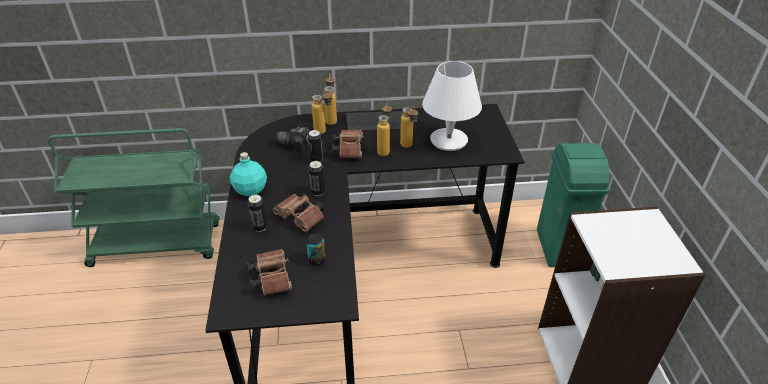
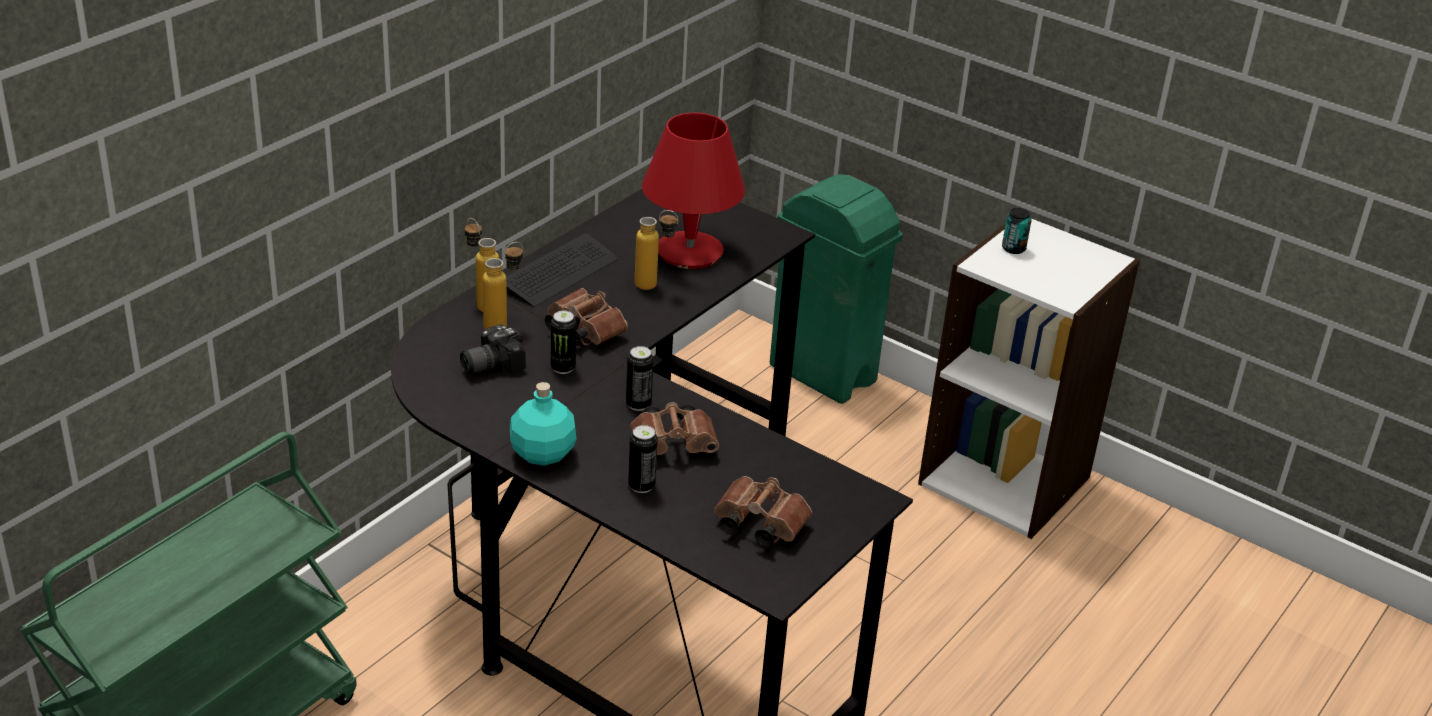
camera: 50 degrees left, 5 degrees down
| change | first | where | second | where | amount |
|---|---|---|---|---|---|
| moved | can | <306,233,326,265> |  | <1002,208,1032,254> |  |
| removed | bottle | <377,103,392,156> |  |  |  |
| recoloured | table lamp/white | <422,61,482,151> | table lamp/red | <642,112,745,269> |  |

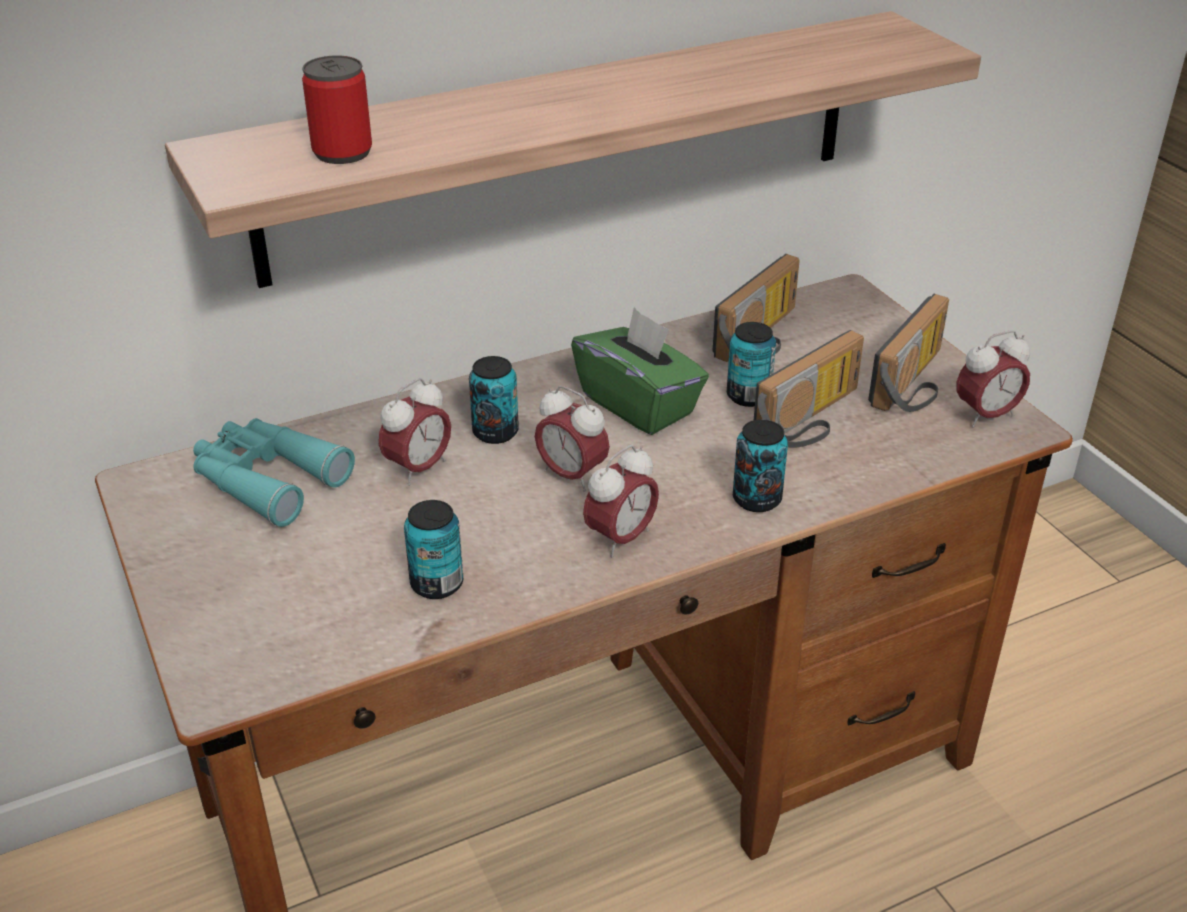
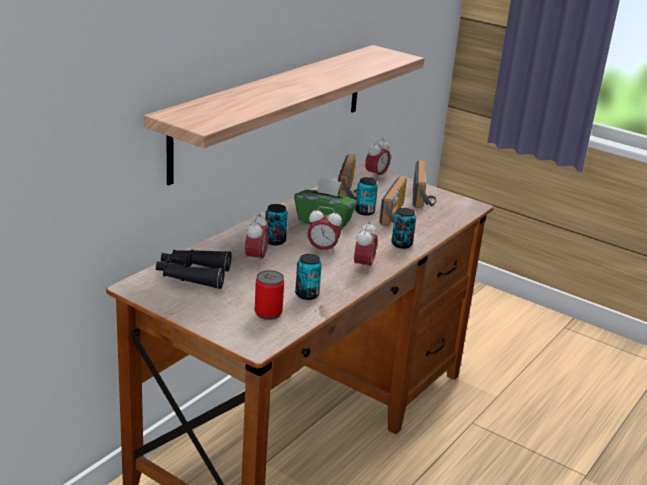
camera: 30 degrees left, 10 degrees down
| change | first | where | second | where | amount |
|---|---|---|---|---|---|
| recoloured | binoculars/turquoise | <193,418,355,527> | binoculars/black | <156,250,231,289> |  |
| moved | can | <302,55,372,164> |  | <255,270,284,320> |  |
| moved | alarm clock | <956,330,1030,428> |  | <365,138,391,179> |  |

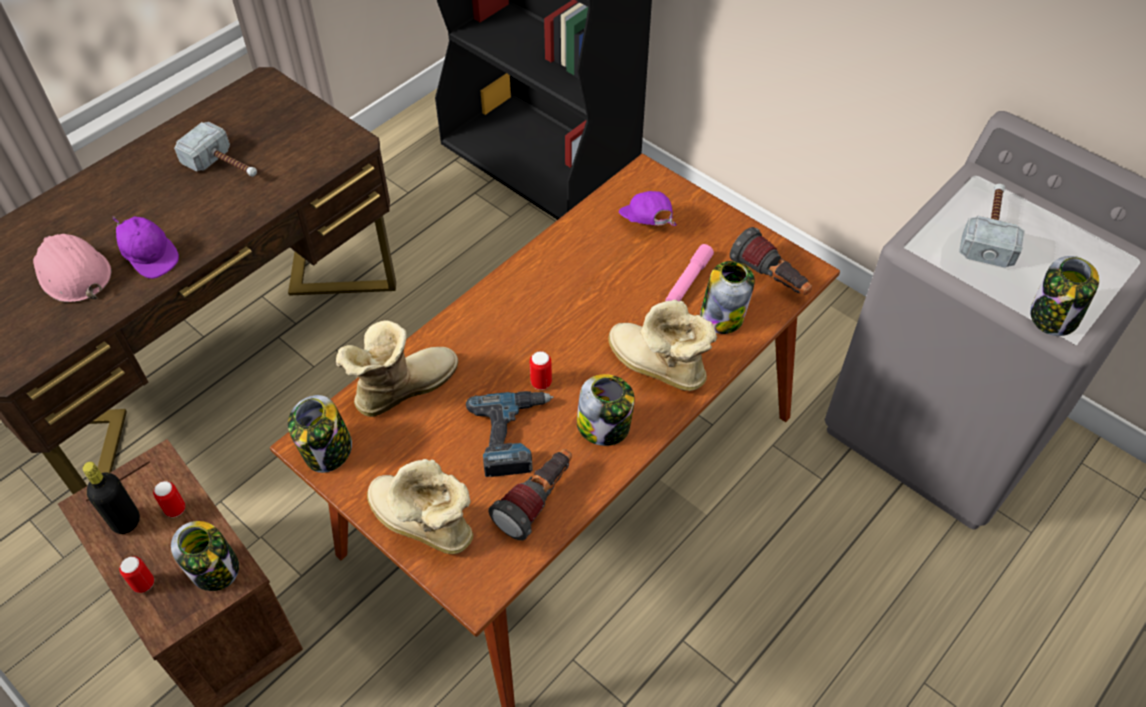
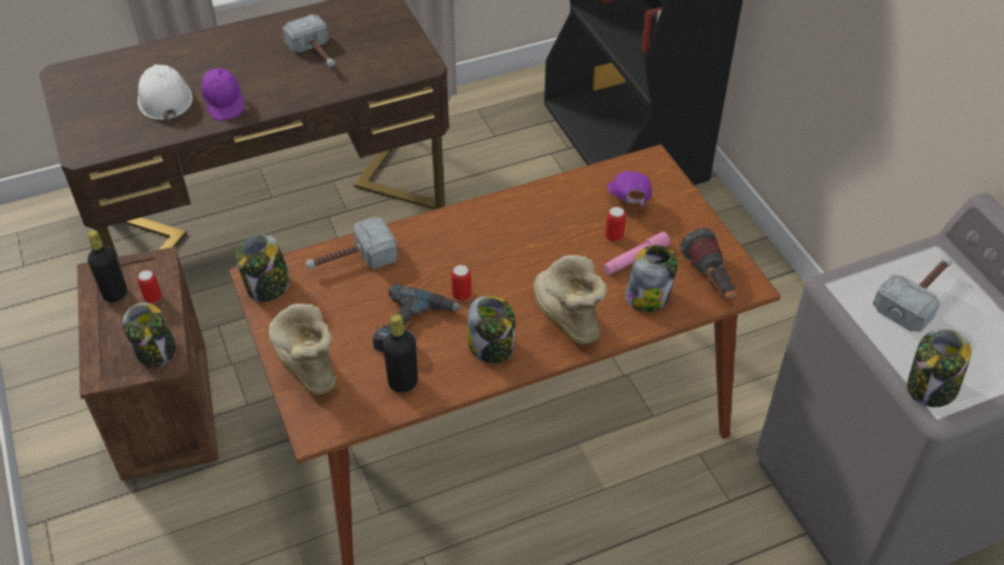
camera: 25 degrees right, 5 degrees down
| change | first | where | second | where | amount |
|---|---|---|---|---|---|
| recoloured | hard hat/pink | <33,234,111,302> | hard hat/white | <138,64,193,122> |  |
| moved | can | <119,556,154,593> |  | <605,207,626,242> |  |
| replaced | boot | <336,320,458,417> | hammer | <305,216,398,269> |  |
| replaced | flashlight | <488,449,572,541> | bottle/black | <383,314,418,392> |  |

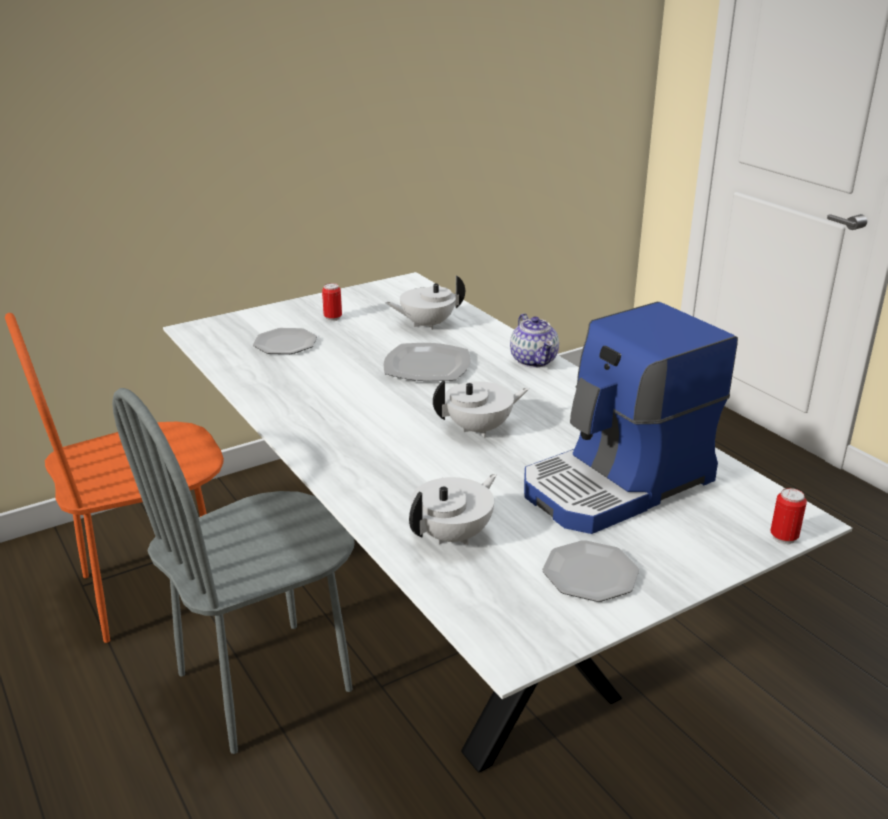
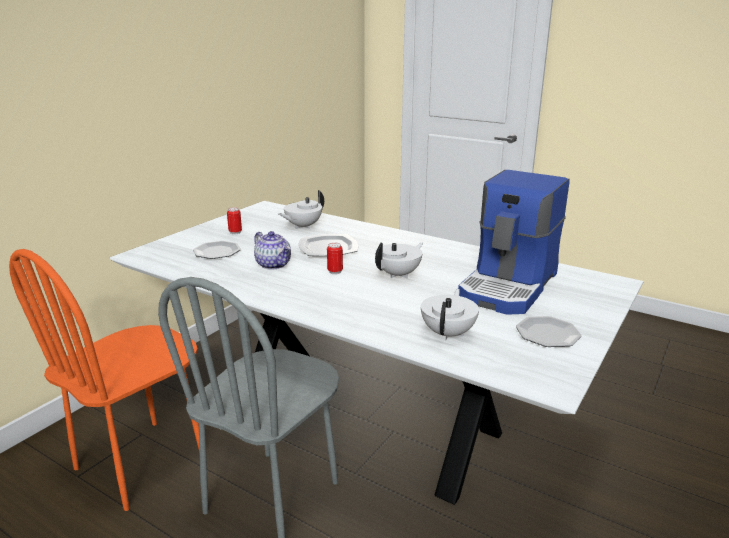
camera: 25 degrees left, 5 degrees down
| change | first | where | second | where | amount |
|---|---|---|---|---|---|
| moved | teapot | <510,313,559,368> |  | <254,231,291,270> |  |
| moved | can | <770,488,807,544> |  | <327,243,343,275> |  |

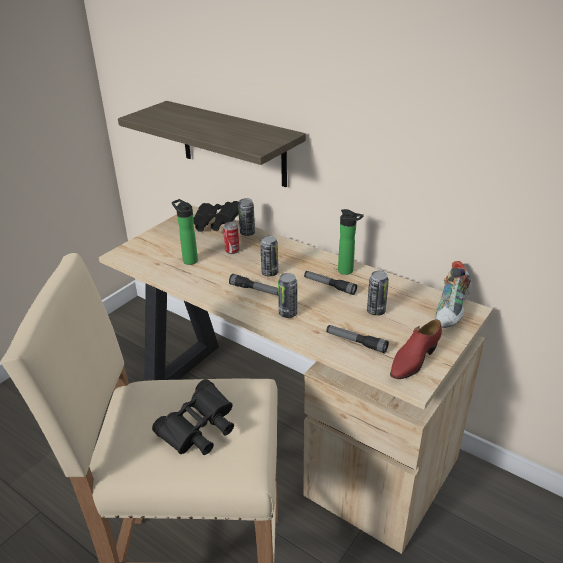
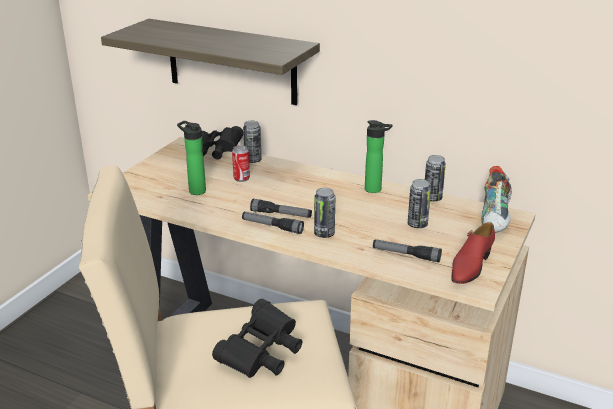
camera: 10 degrees left, 5 degrees down
| change | first | where | second | where | amount |
|---|---|---|---|---|---|
| moved | can | <260,235,278,277> |  | <425,155,446,202> |  |
| moved | flashlight | <304,271,357,295> |  | <242,212,304,234> |  |

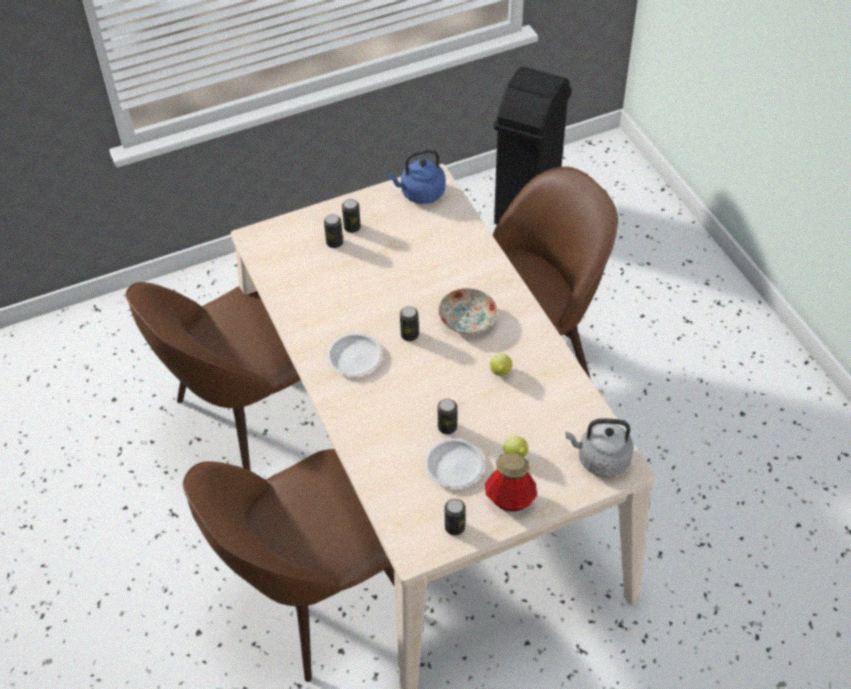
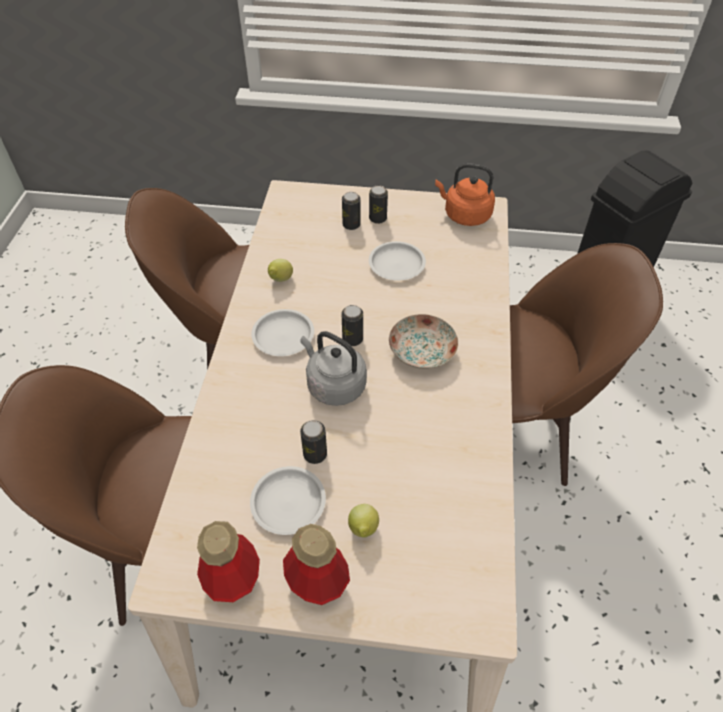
camera: 30 degrees right, 0 degrees up
| change | first | where | second | where | amount |
|---|---|---|---|---|---|
| recoloured | kettle/blue | <388,149,445,204> | kettle/orange | <435,163,495,226> |  |
| replaced | can | <445,499,466,535> | bottle | <197,521,260,602> |  |
| moved | lemon | <490,354,512,376> |  | <268,259,293,282> |  |
| moved | kettle/grey | <565,418,634,478> |  | <300,331,367,406> |  |
| added |  |  | plate/white | <369,241,426,281> |  |

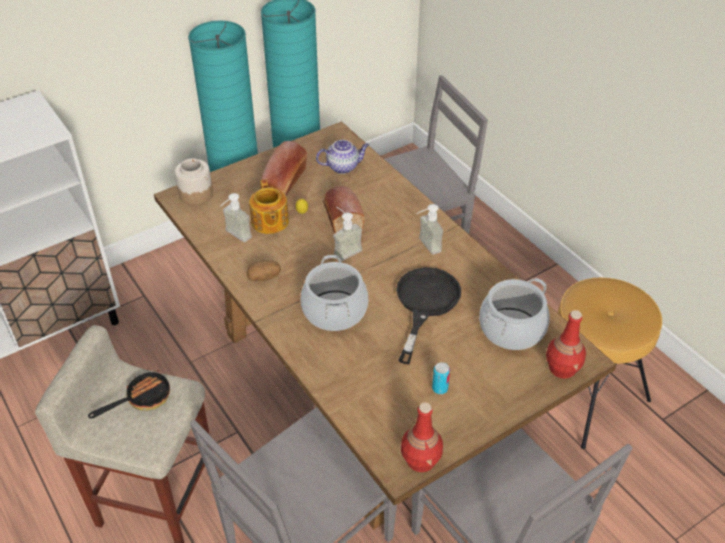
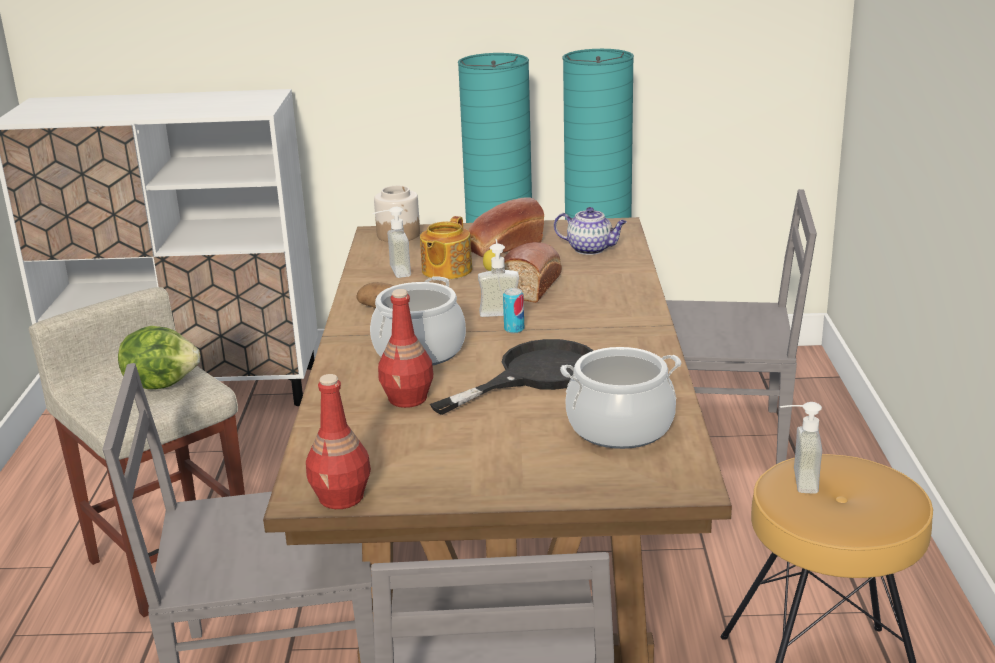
camera: 35 degrees right, 20 degrees down
| change | first | where | second | where | amount |
|---|---|---|---|---|---|
| replaced | frying pan | <88,369,170,419> | lettuce | <118,326,200,389> |  |
| moved | soap dispenser | <417,204,443,255> |  | <780,402,822,494> |  |
| moved | can | <432,362,450,394> |  | <503,288,524,333> |  |
| moved | bottle/red | <546,310,586,378> |  | <378,289,433,408> |  |

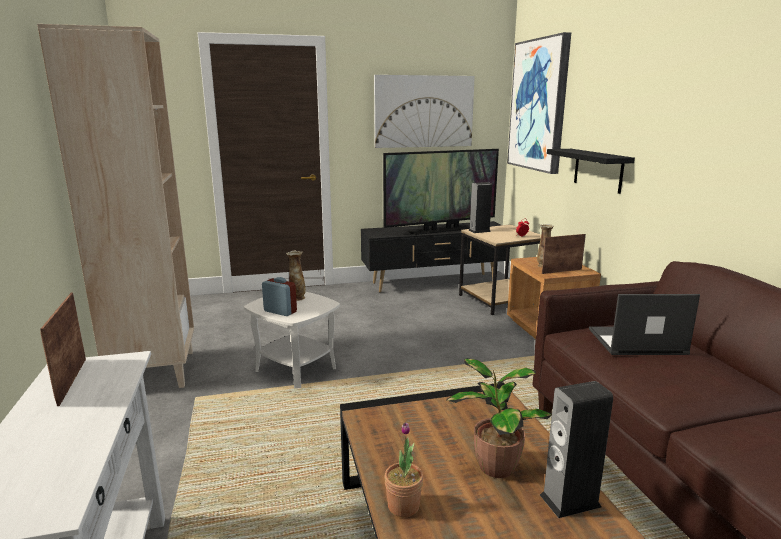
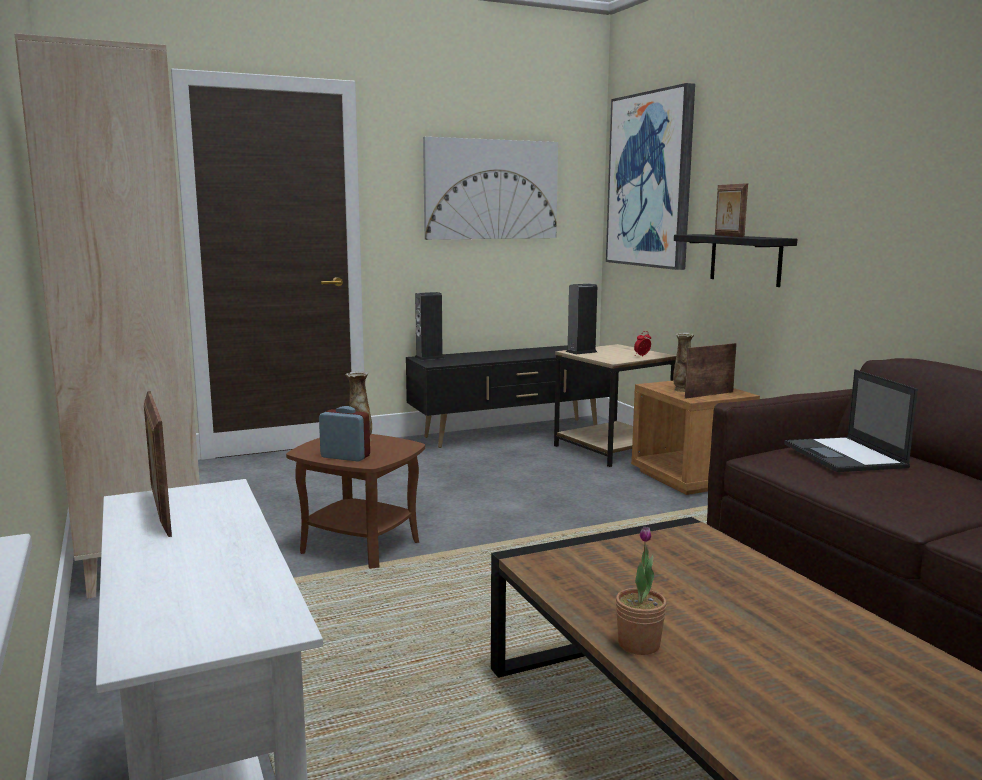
camera: 10 degrees left, 5 degrees down
| change | first | where | second | where | amount |
|---|---|---|---|---|---|
| recoloured | side table/white | <244,292,340,388> | side table/brown | <286,434,425,569> |  |
| removed | television | <383,149,499,235> |  |  |  |
| removed | potted plant | <446,358,552,478> |  |  |  |
| moved | speaker | <540,381,613,518> |  | <414,292,444,360> |  |
| turned | laptop | <589,294,700,355> |  | <784,369,918,472> | 90 degrees counterclockwise |
| added |  |  | picture frame | <715,183,748,237> |  |

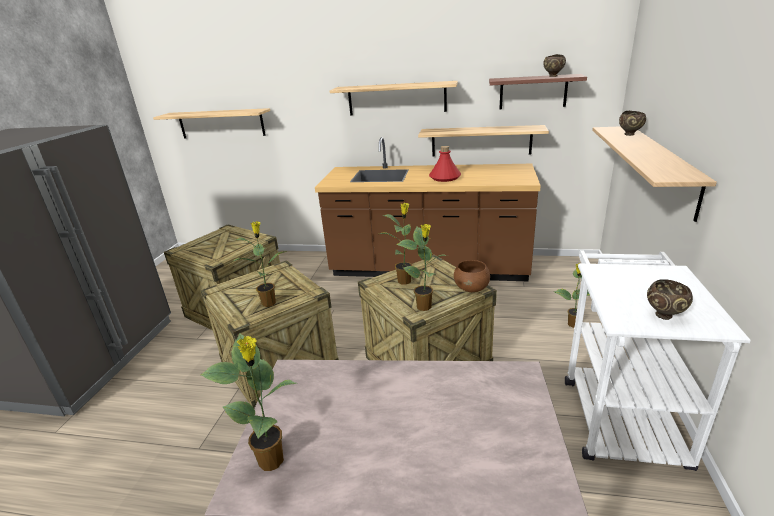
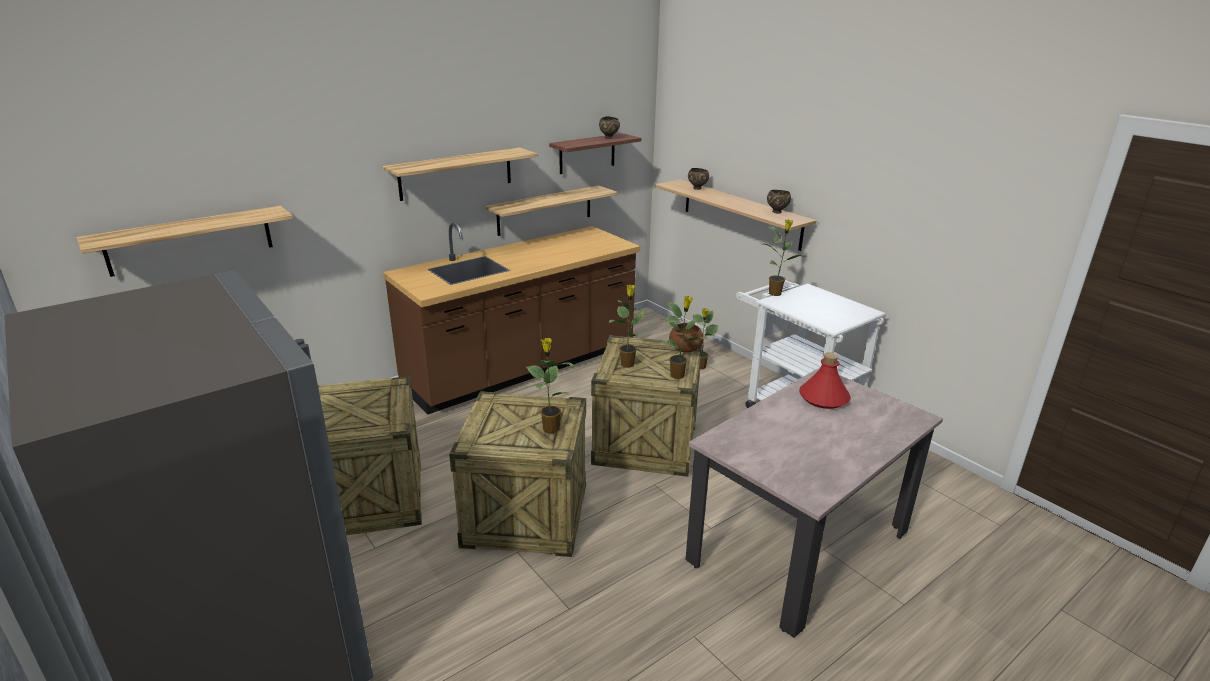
camera: 50 degrees left, 0 degrees up
| change | first | where | second | where | amount |
|---|---|---|---|---|---|
| moved | potted plant | <200,333,296,471> |  | <764,219,806,296> |  |
| moved | bottle/red | <429,146,461,182> |  | <799,352,851,409> |  |
| moved | bowl/brown | <647,279,693,320> |  | <767,190,791,213> |  |

